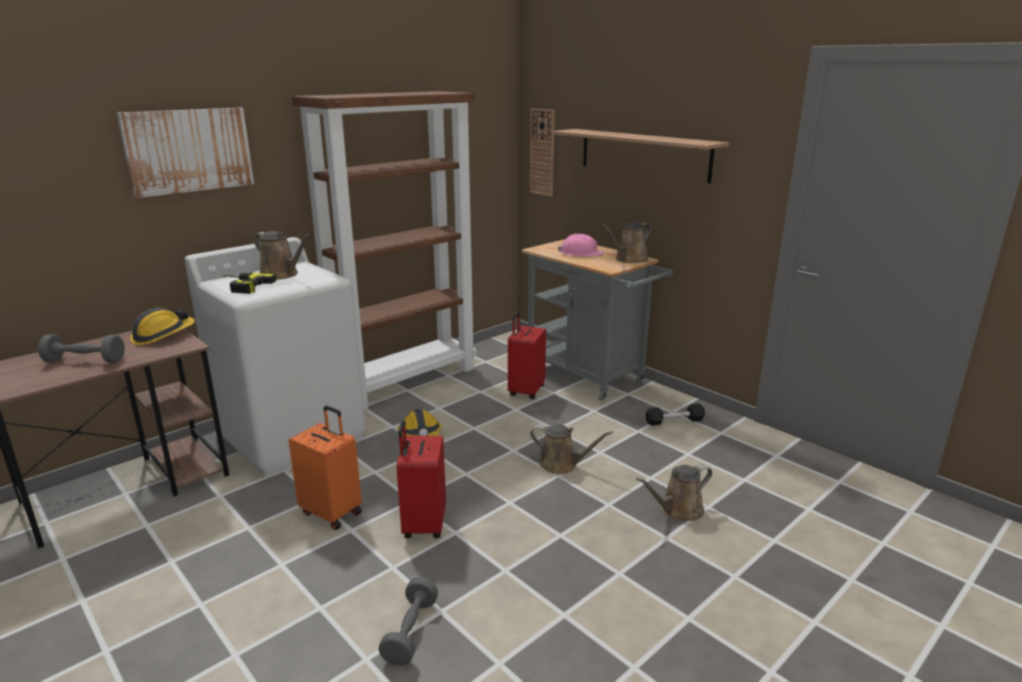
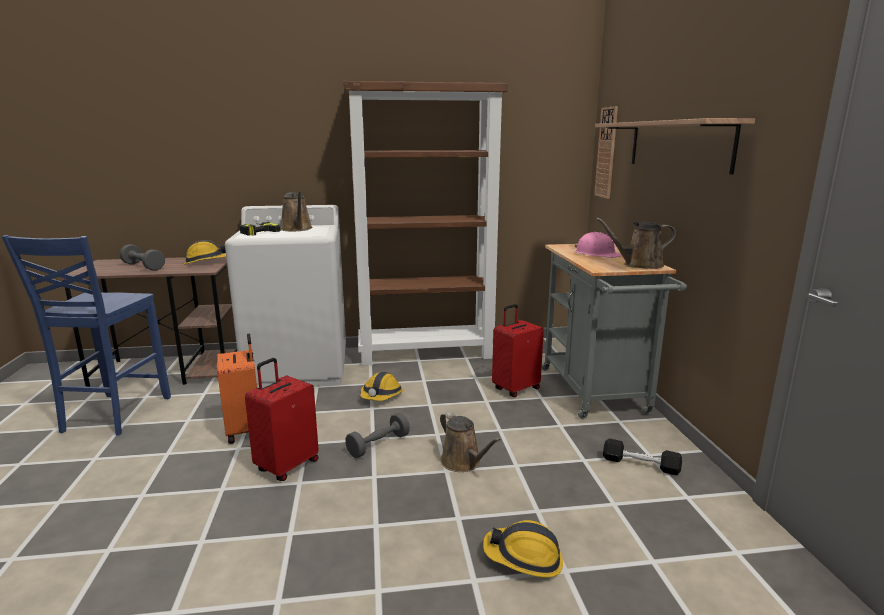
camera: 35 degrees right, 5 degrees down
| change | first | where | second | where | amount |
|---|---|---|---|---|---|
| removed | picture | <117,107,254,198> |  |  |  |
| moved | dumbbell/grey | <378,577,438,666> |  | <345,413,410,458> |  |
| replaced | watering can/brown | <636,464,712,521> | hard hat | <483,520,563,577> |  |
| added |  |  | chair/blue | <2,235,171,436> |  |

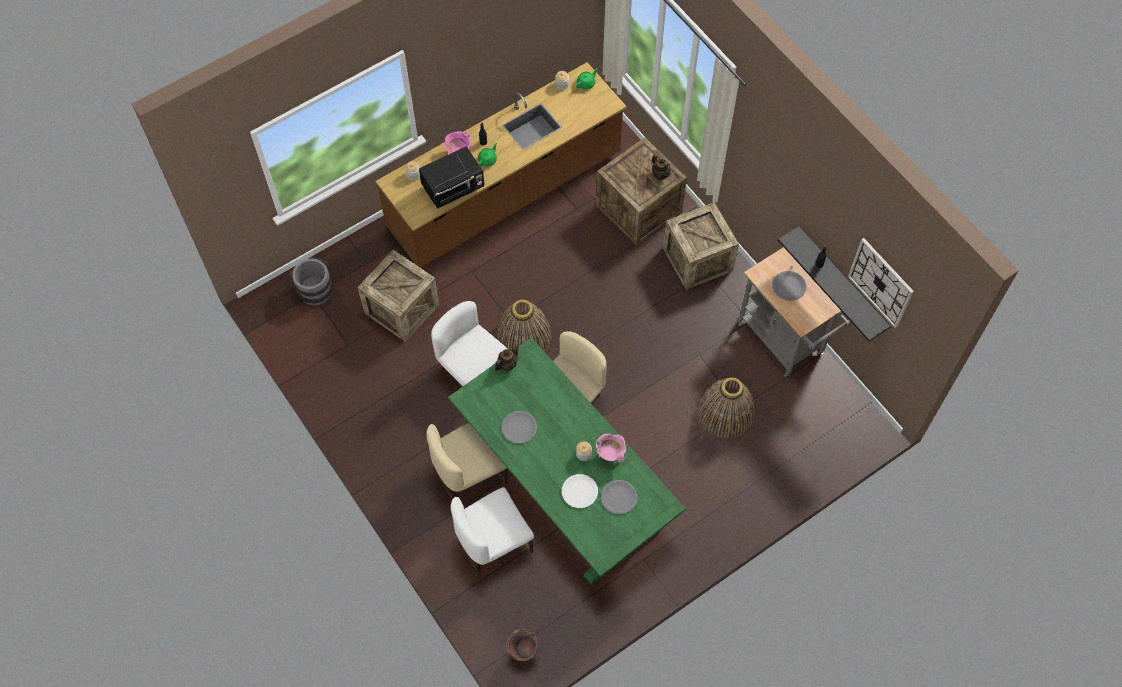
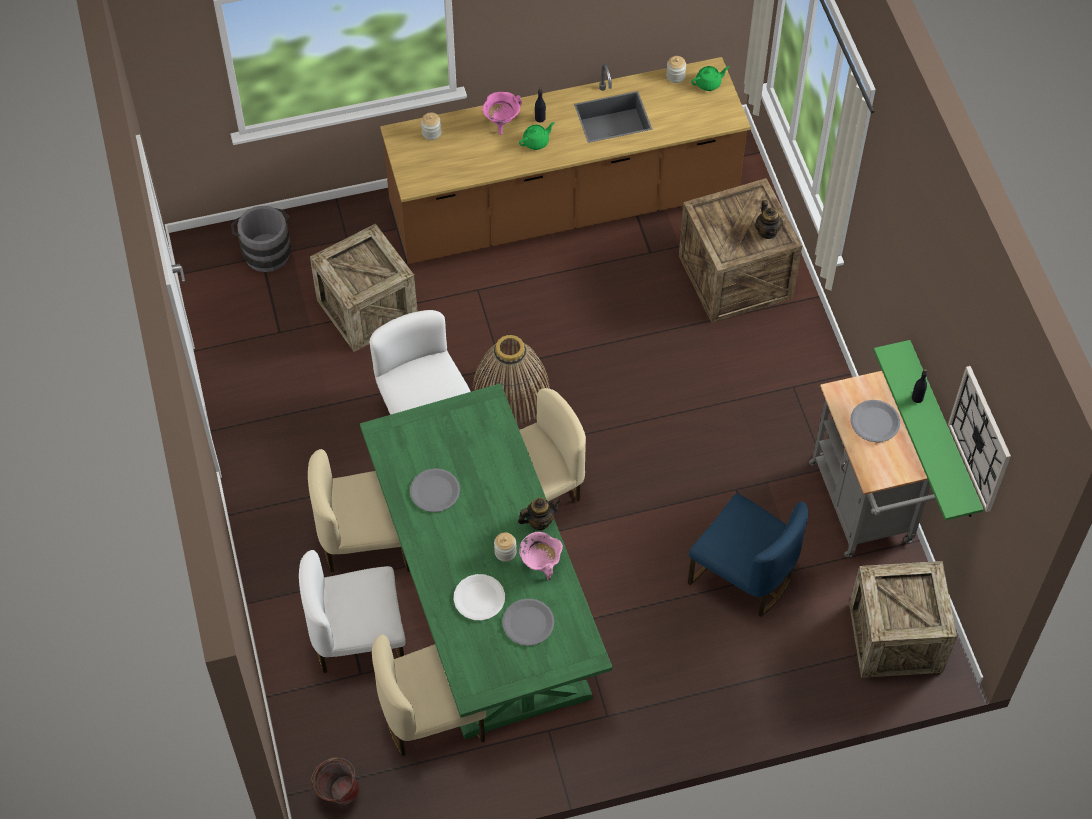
camera: 20 degrees right, 5 degrees down
| change | first | where | second | where | amount |
|---|---|---|---|---|---|
| removed | microwave/black | <419,146,484,209> |  |  |  |
| moved | teapot | <495,346,519,371> |  | <518,498,561,530> |  |
| moved | crate | <663,202,739,290> |  | <849,561,957,678> |  |
| replaced | basket | <698,377,755,439> | chair/blue | <688,494,808,617> |  |
| recoloured | shelf/black | <778,226,890,341> | shelf/green | <873,340,984,520> |  |
| added |  |  | chair/beige | <372,634,486,756> |  |

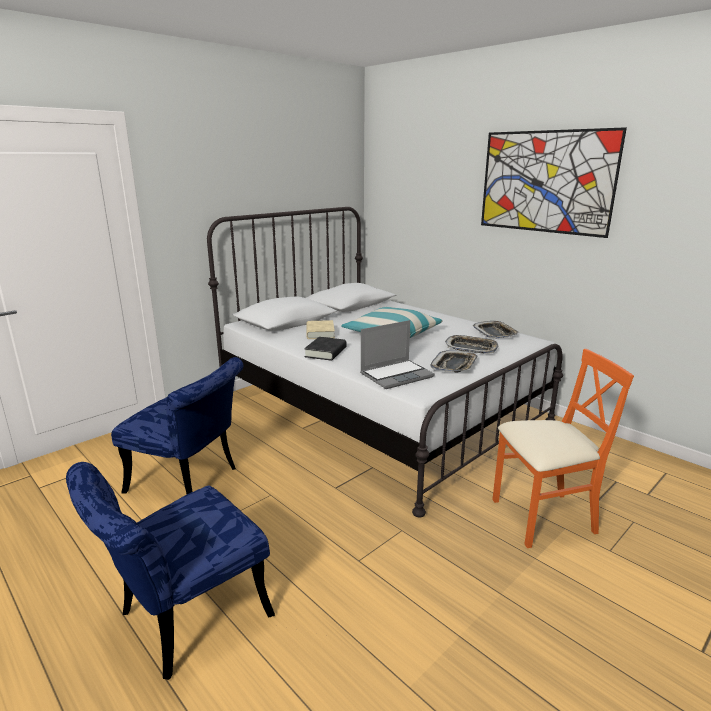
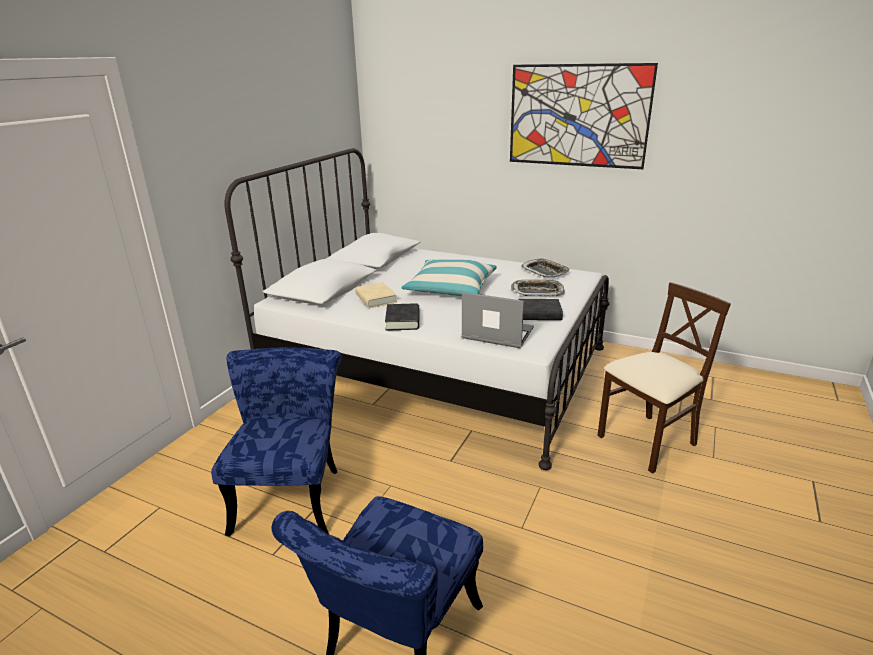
camera: 20 degrees left, 5 degrees up
| change | first | where | second | where | amount |
|---|---|---|---|---|---|
| turned | chair/blue | <111,357,243,494> |  | <211,347,342,537> | 90 degrees counterclockwise |
| turned | laptop | <360,320,435,389> |  | <461,292,534,348> | 105 degrees counterclockwise |
| replaced | tray | <430,350,478,372> | book/black | <518,299,563,320> |  |
| recoloured | chair/orange | <492,349,634,548> | chair/beige | <597,282,731,474> |  |

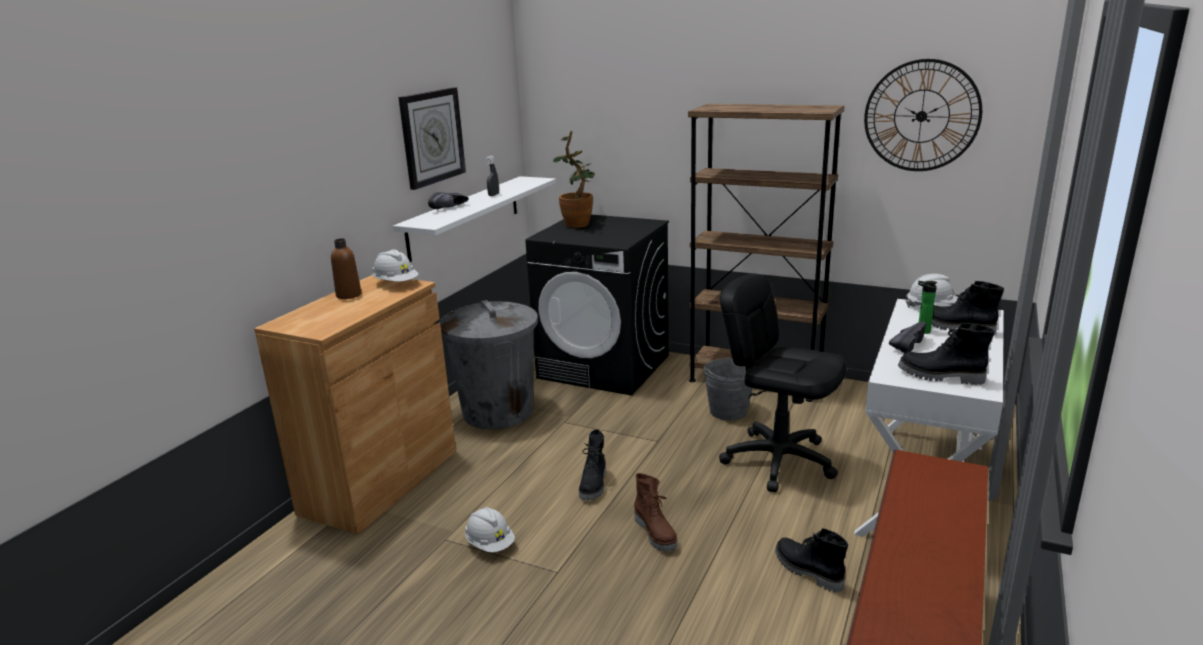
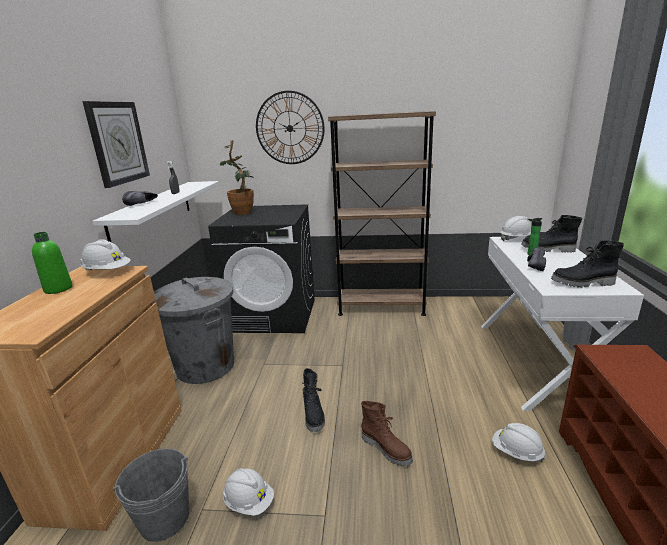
camera: 20 degrees left, 0 degrees up
| change | first | where | second | where | amount |
|---|---|---|---|---|---|
| recoloured | bottle/brown | <331,238,361,299> | bottle/green | <32,232,72,294> |  |
| moved | bucket/grey | <704,358,752,421> |  | <113,448,189,542> |  |
| removed | office chair/black | <719,274,847,492> |  |  |  |
| replaced | boot/black | <775,528,848,592> | hard hat/white | <492,423,546,462> |  |
| moved | wall clock | <864,59,982,171> |  | <256,91,325,164> |  |

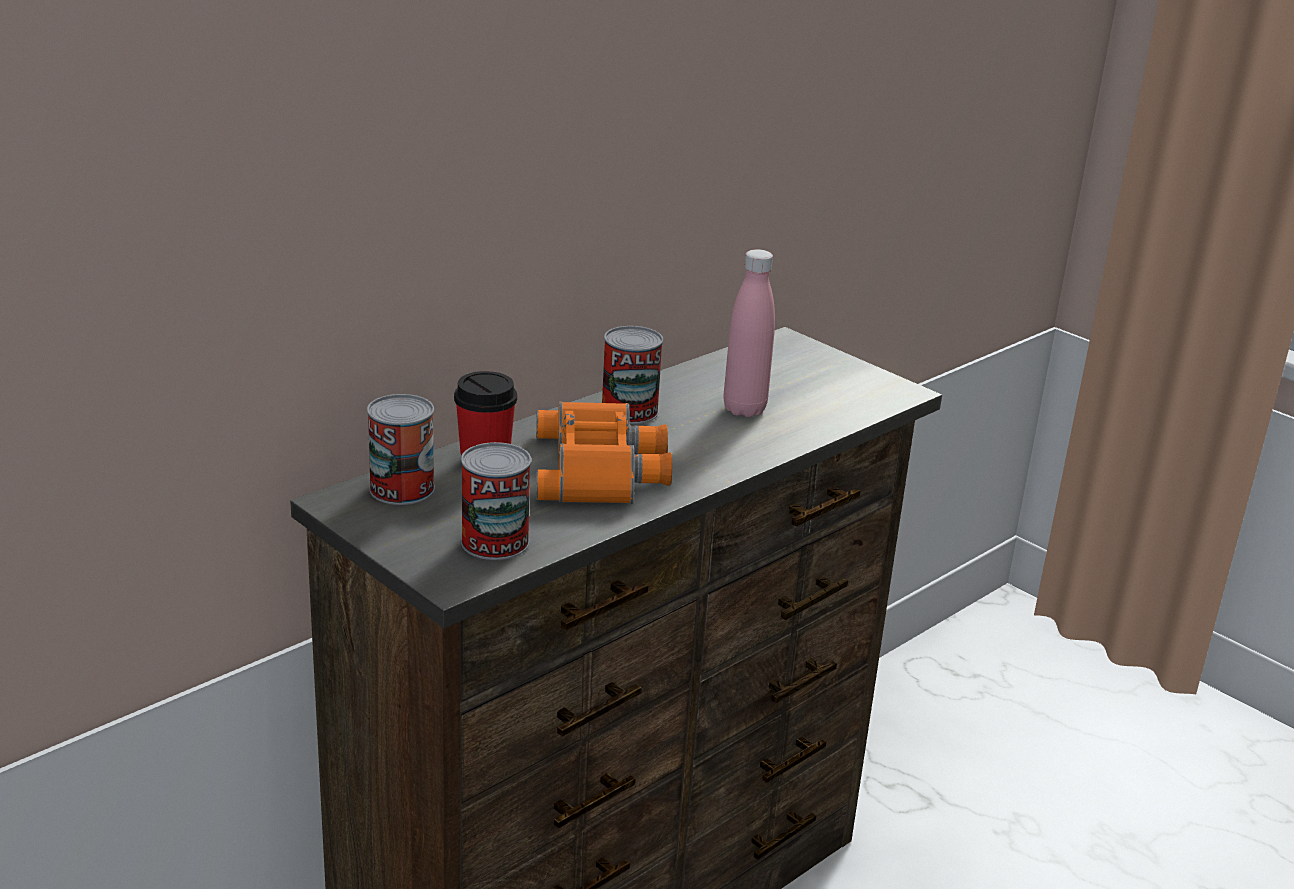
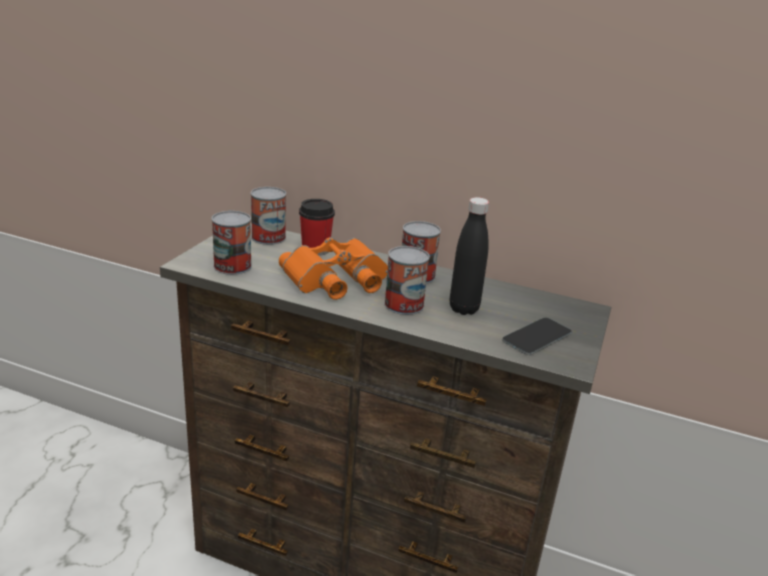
camera: 65 degrees right, 0 degrees up
| change | first | where | second | where | amount |
|---|---|---|---|---|---|
| recoloured | bottle/pink | <724,249,775,417> | bottle/black | <450,197,489,315> |  |
| added |  |  | can | <384,246,430,315> |  |
| added |  |  | phone | <502,318,572,355> |  |

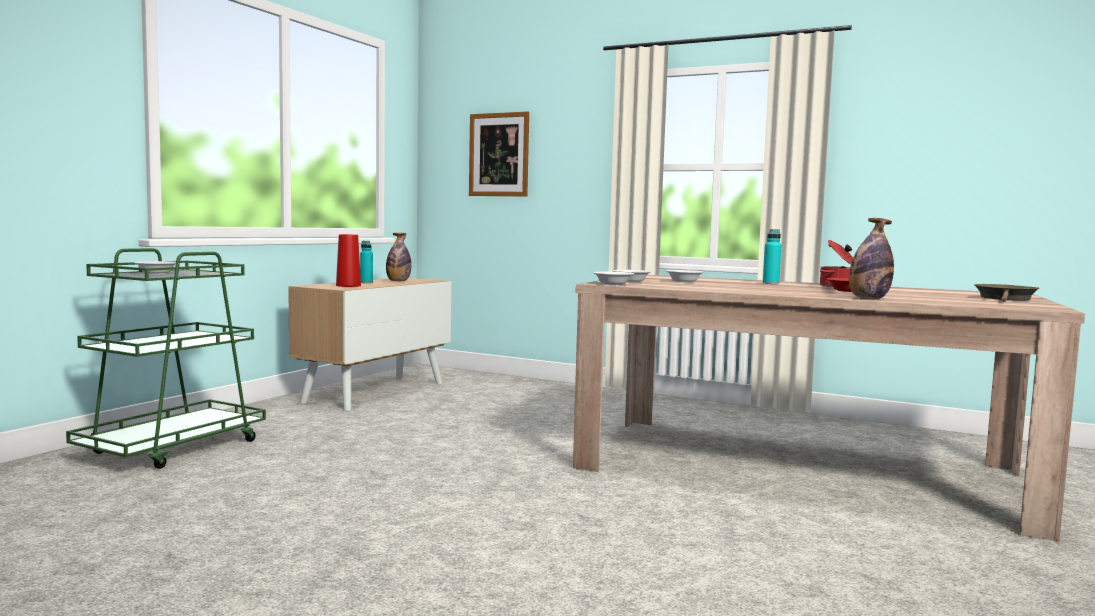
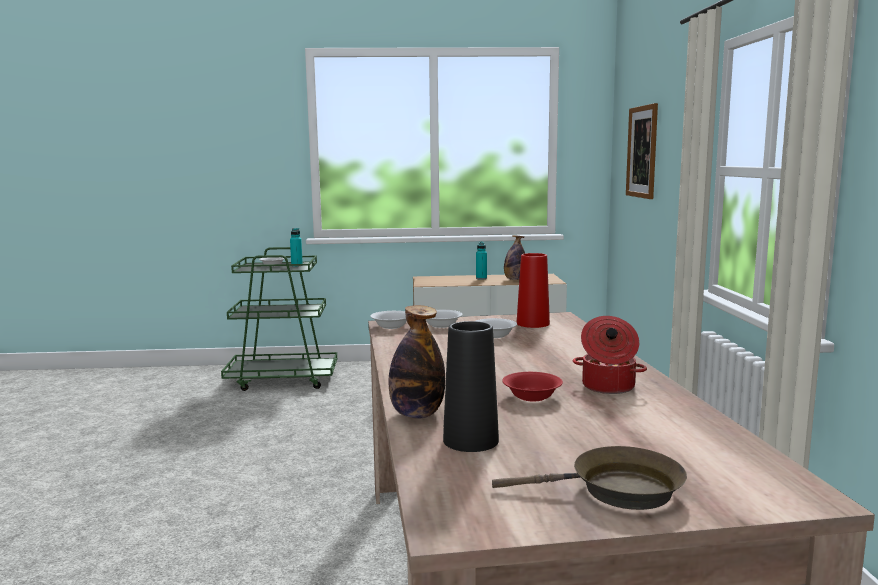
camera: 60 degrees right, 5 degrees up
| change | first | where | second | where | amount |
|---|---|---|---|---|---|
| moved | vase/red | <336,234,361,287> |  | <517,253,550,328> |  |
| moved | bottle/turquoise | <763,229,781,284> |  | <290,228,303,267> |  |
| added |  |  | vase/black | <443,321,499,452> |  |

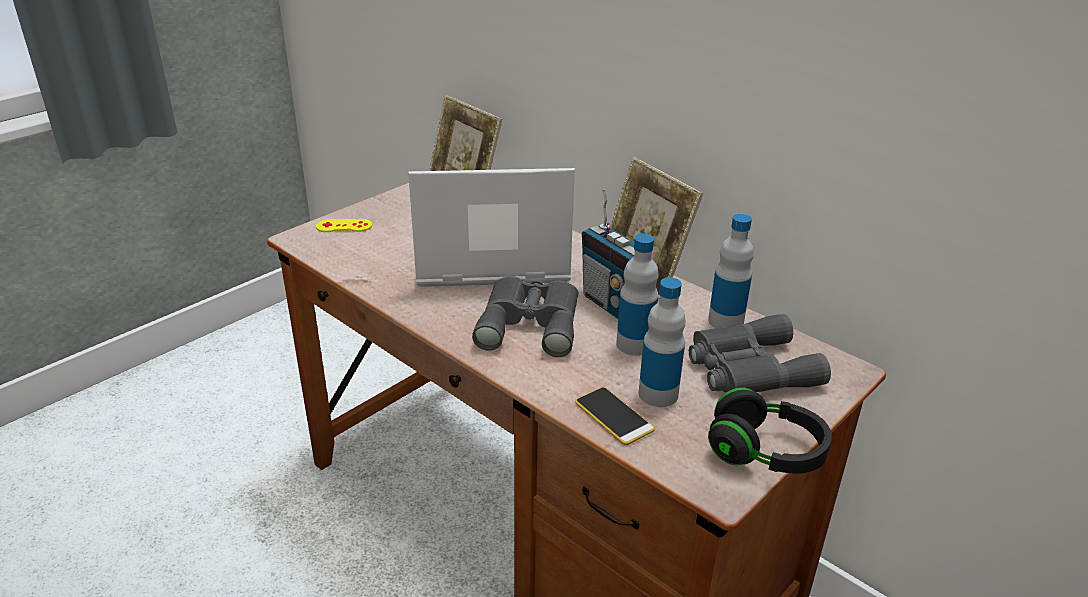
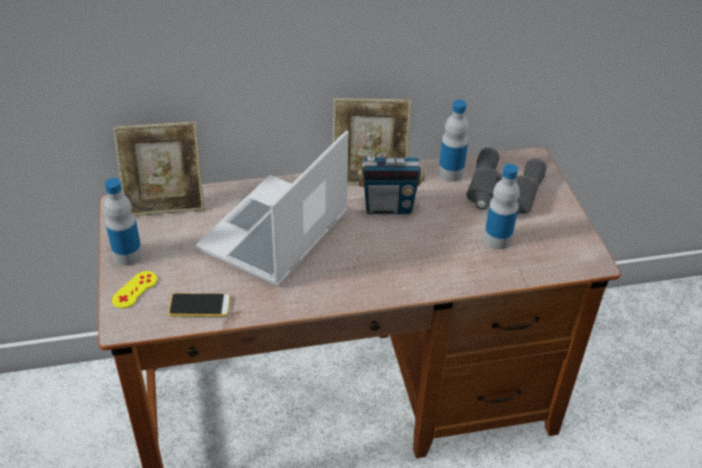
camera: 55 degrees left, 10 degrees up
| change | first | where | second | where | amount |
|---|---|---|---|---|---|
| removed | binoculars/grey | <472,276,579,357> |  |  |  |
| moved | phone | <575,387,655,445> |  | <168,293,231,317> |  |
| moved | bottle | <616,234,659,356> |  | <104,178,142,266> |  |
| removed | headphones/black | <708,388,832,474> |  |  |  |

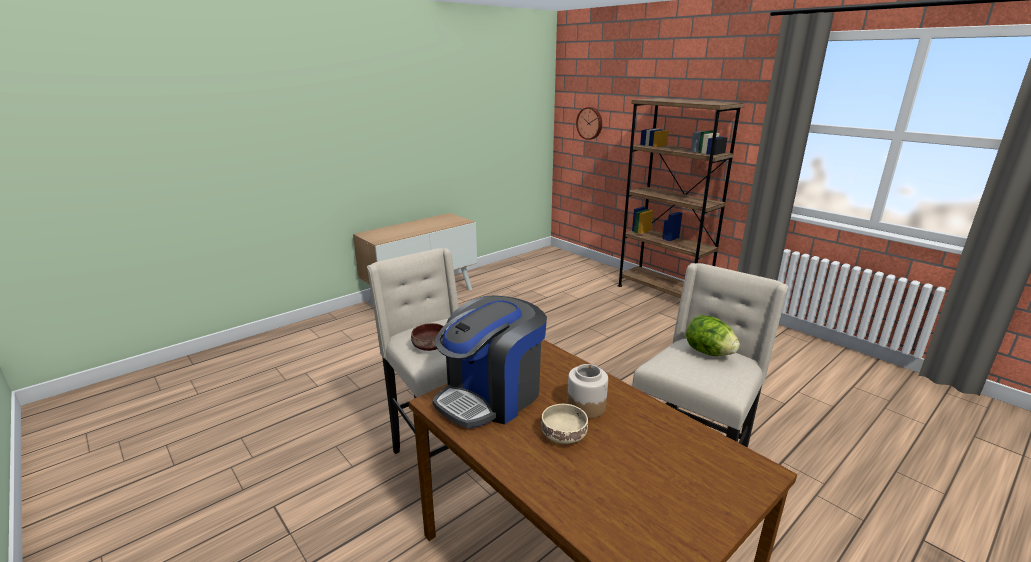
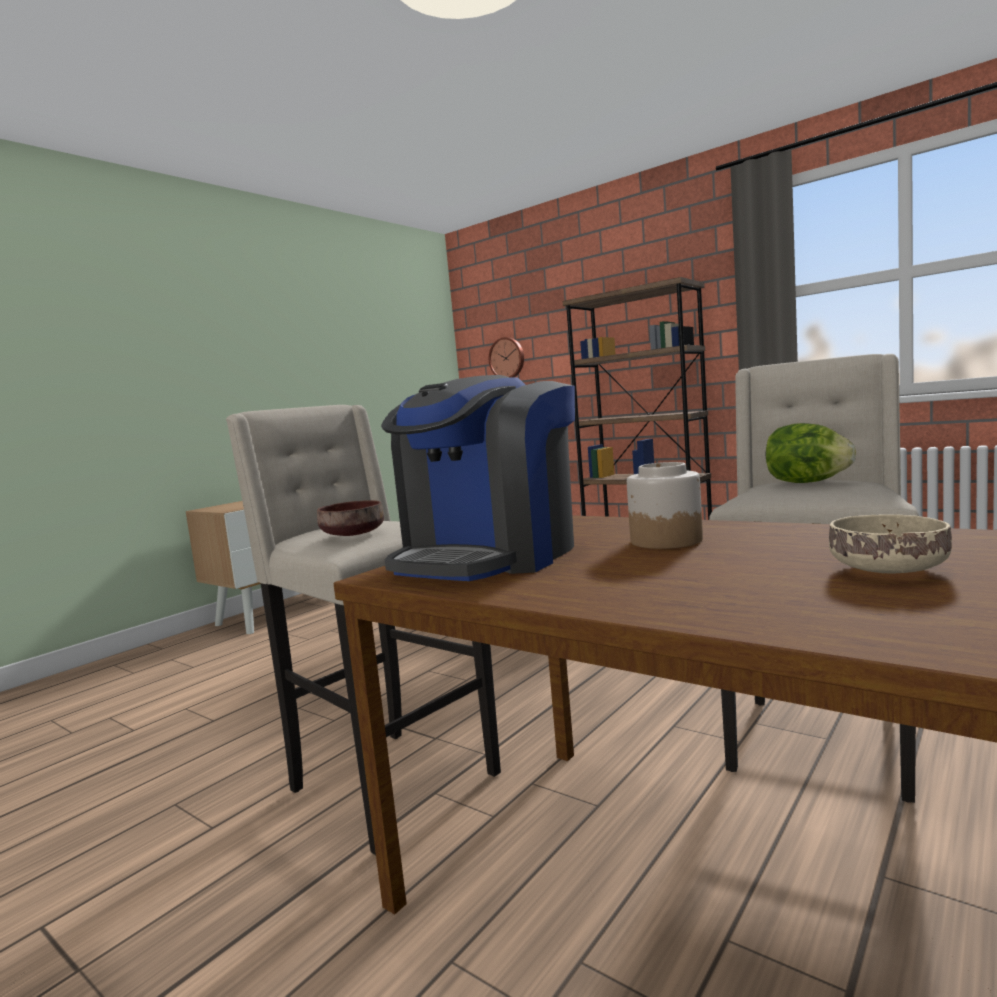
camera: 10 degrees left, 15 degrees down
| change | first | where | second | where | amount |
|---|---|---|---|---|---|
| moved | bowl/beige | <541,404,588,444> |  | <829,514,952,574> |  |

